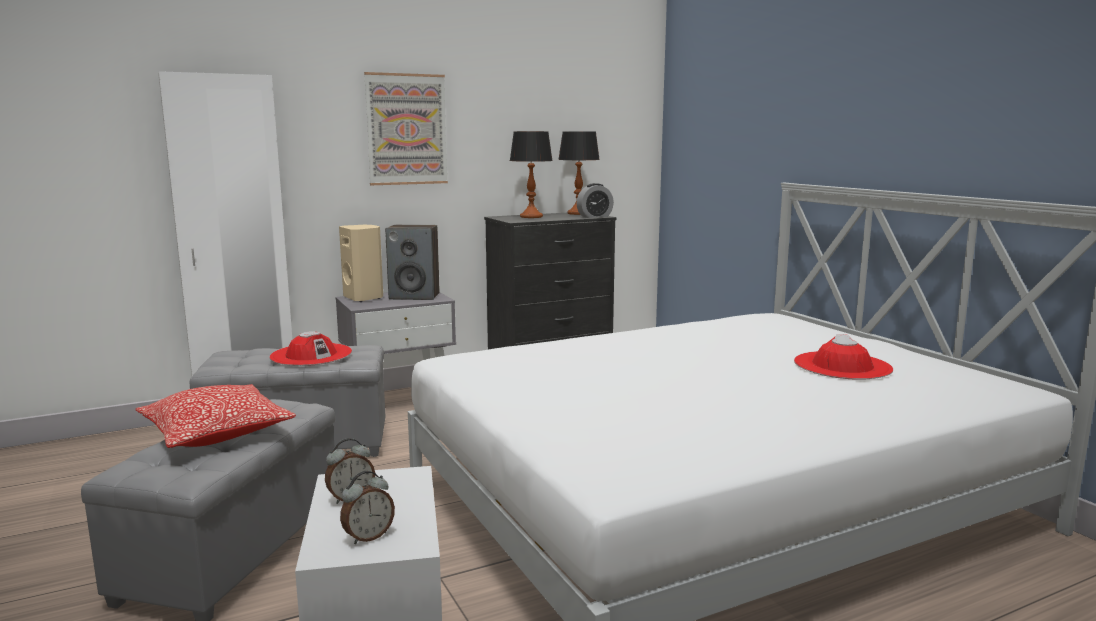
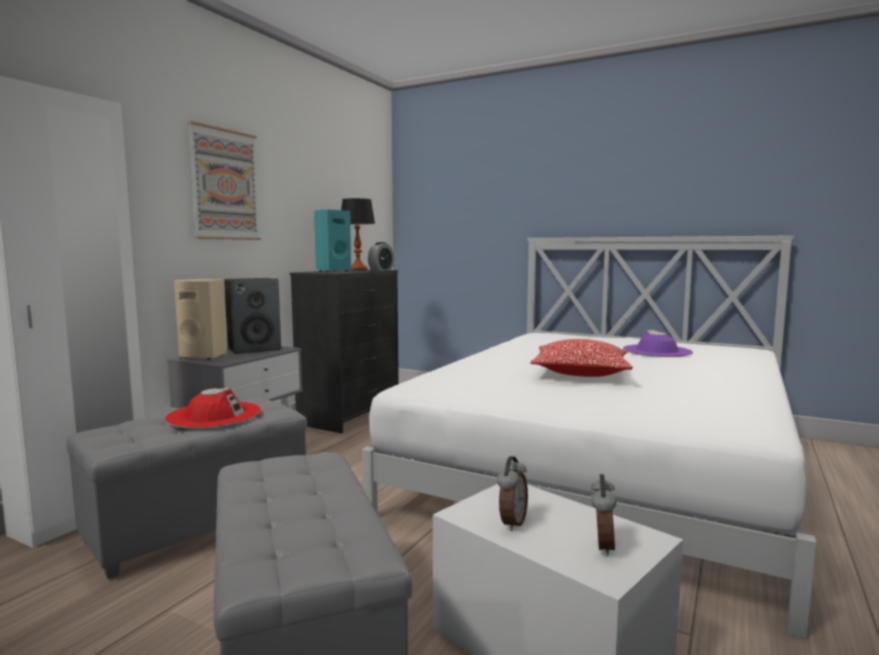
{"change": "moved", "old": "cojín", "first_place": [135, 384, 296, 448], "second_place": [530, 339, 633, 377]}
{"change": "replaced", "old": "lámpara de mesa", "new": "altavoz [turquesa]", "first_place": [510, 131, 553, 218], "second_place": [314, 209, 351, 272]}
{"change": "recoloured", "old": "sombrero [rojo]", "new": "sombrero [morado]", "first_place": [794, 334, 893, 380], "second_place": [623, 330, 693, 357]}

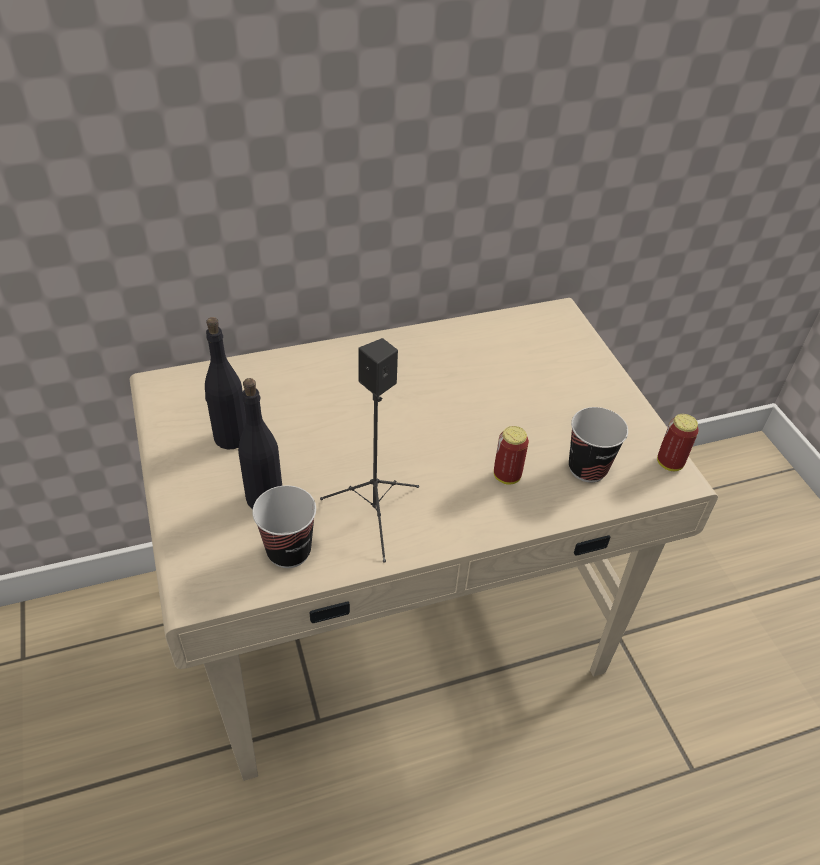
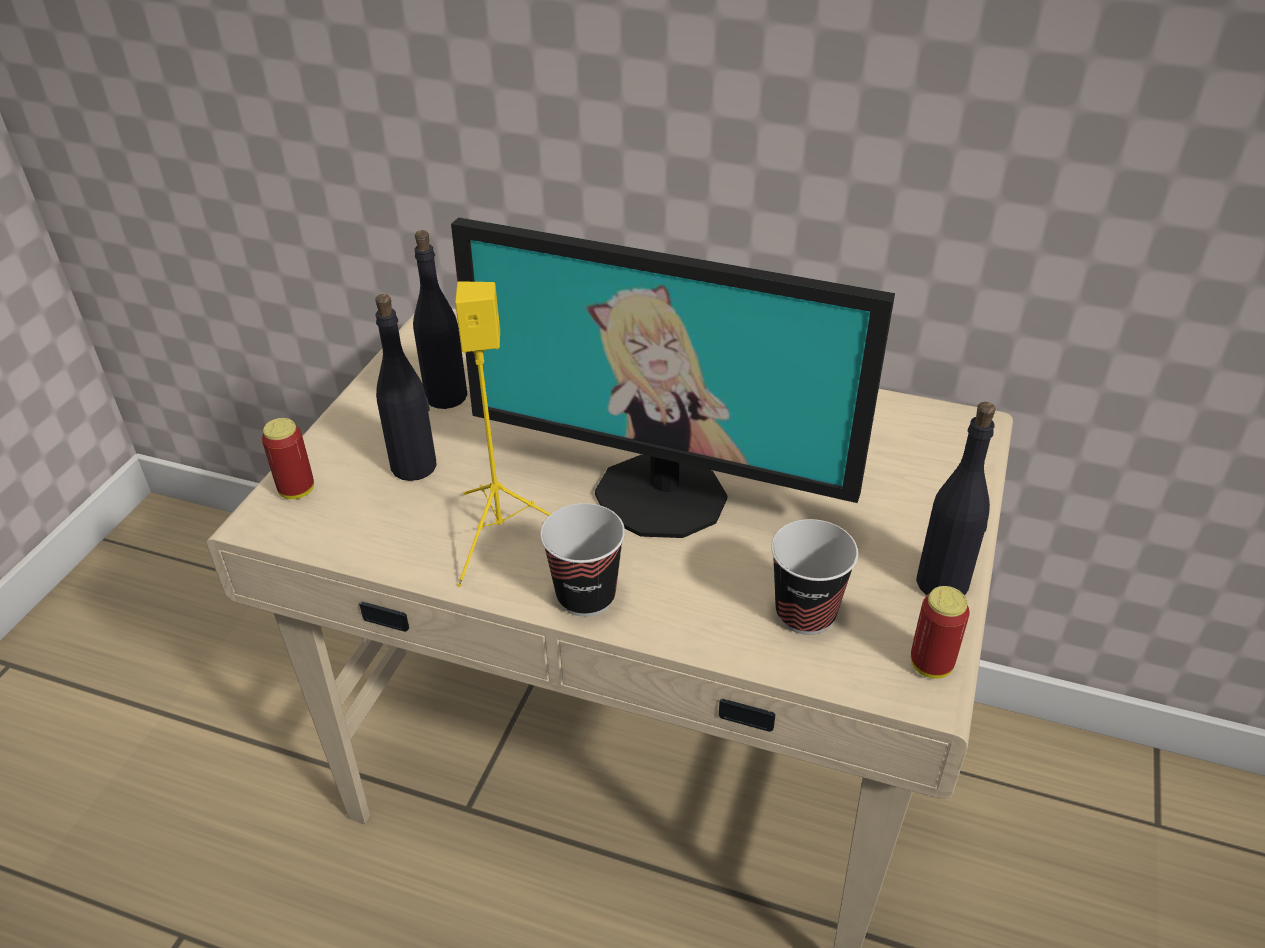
{"change": "moved", "old": "taza", "first_place": [252, 485, 316, 568], "second_place": [540, 503, 625, 617]}
{"change": "recoloured", "old": "altavoz [negro]", "new": "altavoz [amarillo]", "first_place": [320, 338, 419, 563], "second_place": [455, 281, 551, 587]}
{"change": "moved", "old": "lata", "first_place": [494, 426, 529, 485], "second_place": [262, 418, 314, 499]}
{"change": "added", "new": "monitor", "second_place": [451, 217, 895, 538]}
{"change": "added", "new": "botella [negro]", "second_place": [916, 402, 996, 596]}

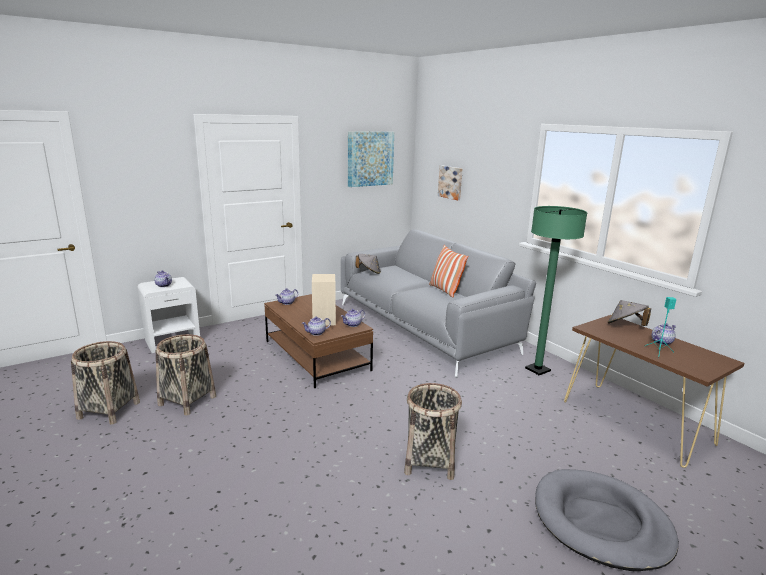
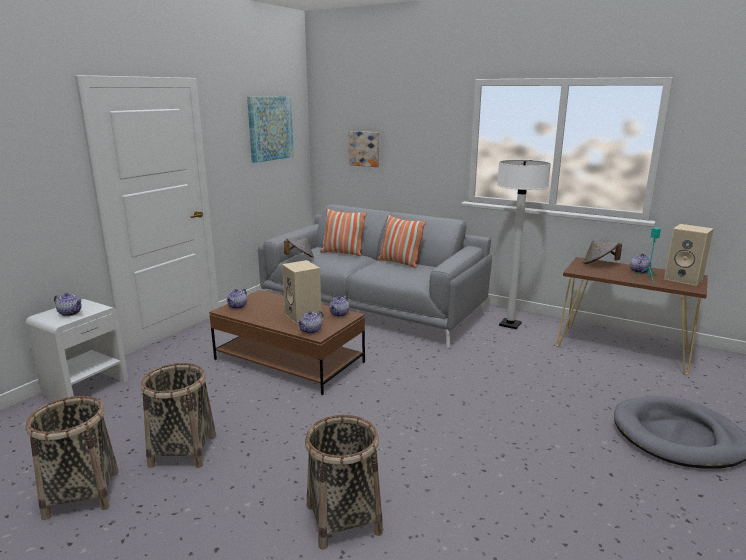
{"change": "moved", "old": "cesta", "first_place": [404, 383, 462, 480], "second_place": [305, 415, 383, 550]}
{"change": "recoloured", "old": "lámpara de pie [verde]", "new": "lámpara de pie [blanco]", "first_place": [525, 206, 587, 375], "second_place": [497, 159, 551, 329]}
{"change": "added", "new": "cojín", "second_place": [320, 208, 367, 256]}
{"change": "added", "new": "altavoz [beis]", "second_place": [664, 224, 714, 286]}

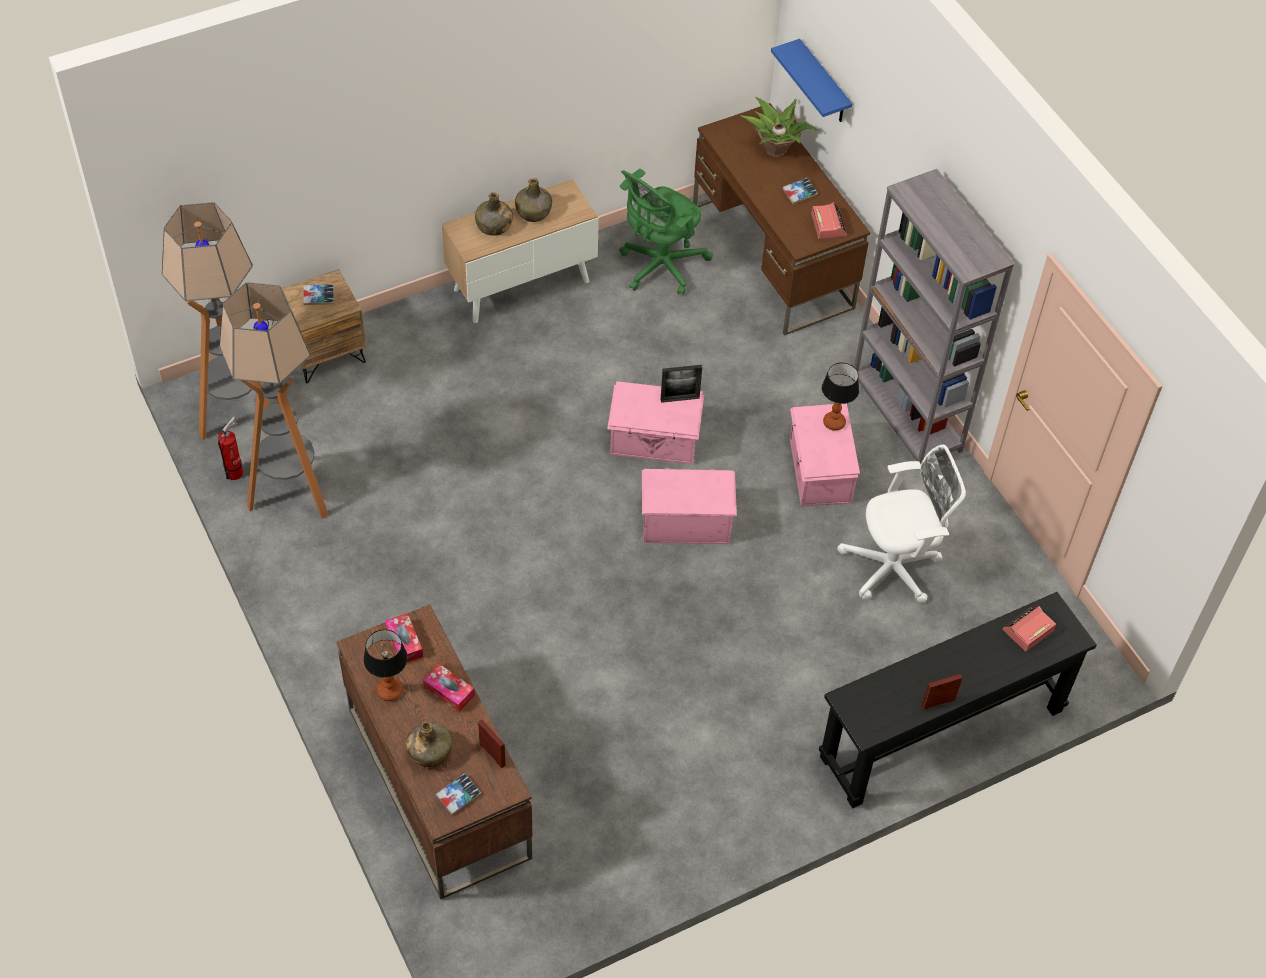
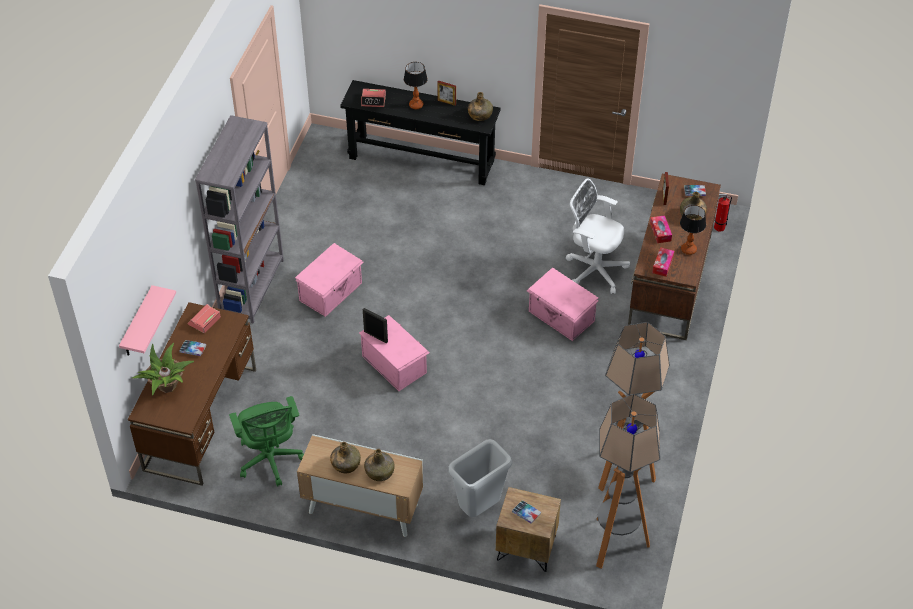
{"change": "moved", "old": "extintor", "first_place": [218, 417, 243, 480], "second_place": [714, 194, 732, 232]}
{"change": "turned", "old": "silla de oficina [verde]", "first_place": [619, 169, 713, 295], "second_place": [229, 396, 304, 486], "degrees": 75}
{"change": "moved", "old": "caja de almacenaje [rosa]", "first_place": [642, 468, 737, 545], "second_place": [527, 267, 599, 341]}
{"change": "recoloured", "old": "estante [azul]", "new": "estante [rosa]", "first_place": [771, 39, 852, 122], "second_place": [119, 285, 176, 356]}
{"change": "moved", "old": "lámpara de mesa", "first_place": [822, 363, 859, 431], "second_place": [404, 62, 428, 109]}
{"change": "moved", "old": "silla de oficina [blanco]", "first_place": [837, 445, 966, 603], "second_place": [566, 178, 630, 294]}
{"change": "added", "new": "papelera [gris]", "second_place": [449, 439, 512, 517]}
{"change": "added", "new": "botella [verde]", "second_place": [468, 92, 493, 121]}

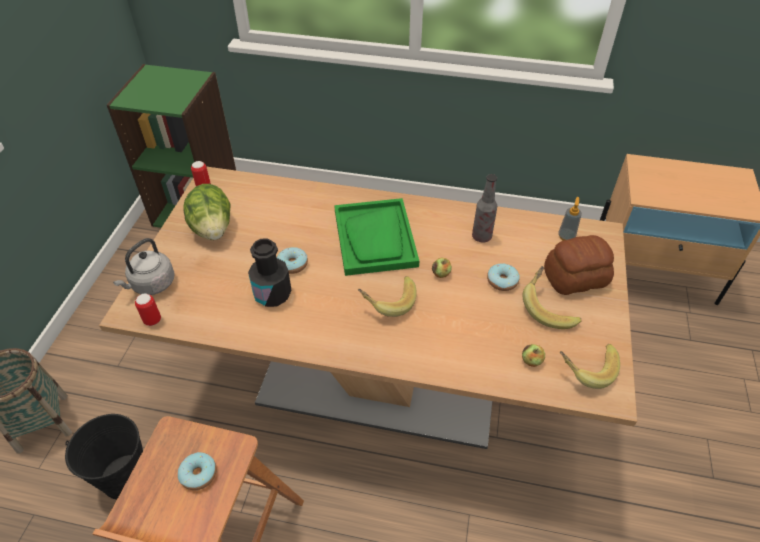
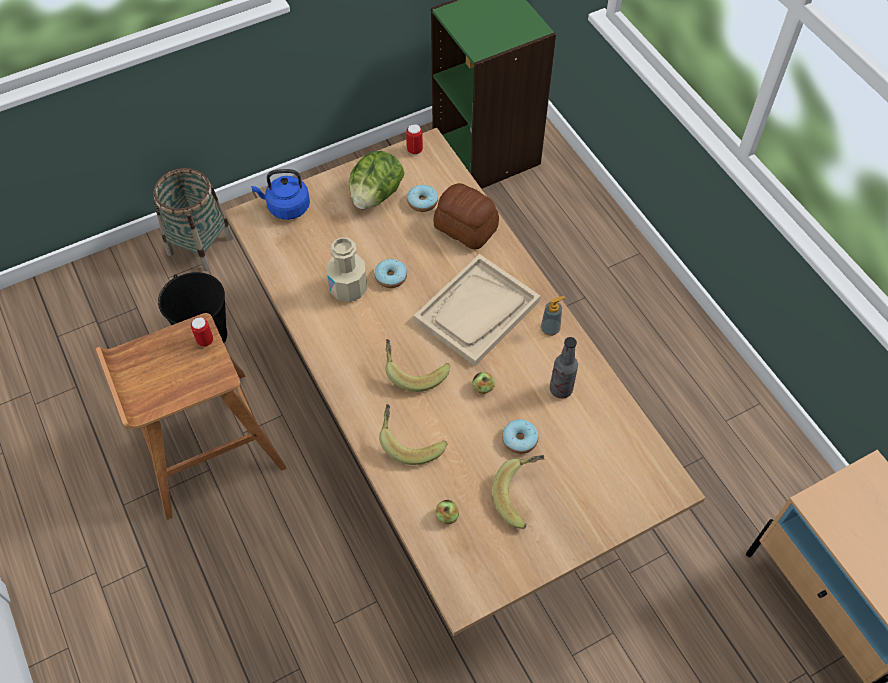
{"change": "recoloured", "old": "hervidor [gris]", "new": "hervidor [azul]", "first_place": [113, 238, 175, 295], "second_place": [251, 169, 310, 220]}
{"change": "moved", "old": "lata", "first_place": [135, 293, 161, 326], "second_place": [191, 317, 213, 347]}
{"change": "moved", "old": "rosquilla", "first_place": [178, 452, 217, 490], "second_place": [407, 185, 438, 212]}
{"change": "recoloured", "old": "botella [negro]", "new": "botella [beis]", "first_place": [248, 238, 292, 307], "second_place": [326, 237, 367, 302]}
{"change": "recoloured", "old": "bandeja [verde]", "new": "bandeja [beis]", "first_place": [334, 198, 419, 276], "second_place": [414, 254, 541, 366]}
{"change": "moved", "old": "pan", "first_place": [544, 235, 614, 295], "second_place": [433, 183, 499, 249]}
{"change": "moved", "old": "dispensador de jabón", "first_place": [558, 197, 582, 241], "second_place": [541, 296, 565, 336]}
{"change": "moved", "old": "plátano", "first_place": [560, 344, 620, 389], "second_place": [379, 404, 448, 465]}

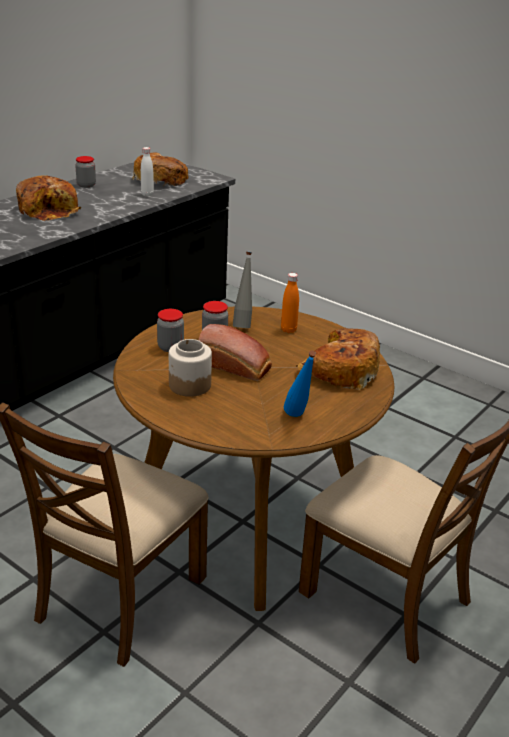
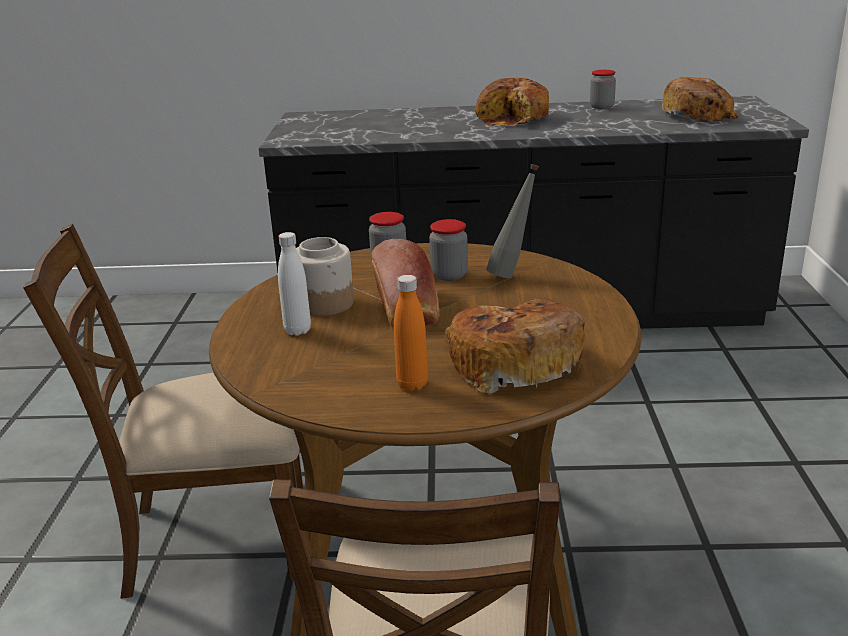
{"change": "moved", "old": "botella [blanco]", "first_place": [141, 147, 154, 196], "second_place": [278, 232, 311, 336]}
{"change": "moved", "old": "botella [naranja]", "first_place": [281, 273, 299, 333], "second_place": [394, 275, 428, 391]}
{"change": "removed", "old": "botella [azul]", "first_place": [284, 351, 316, 417]}

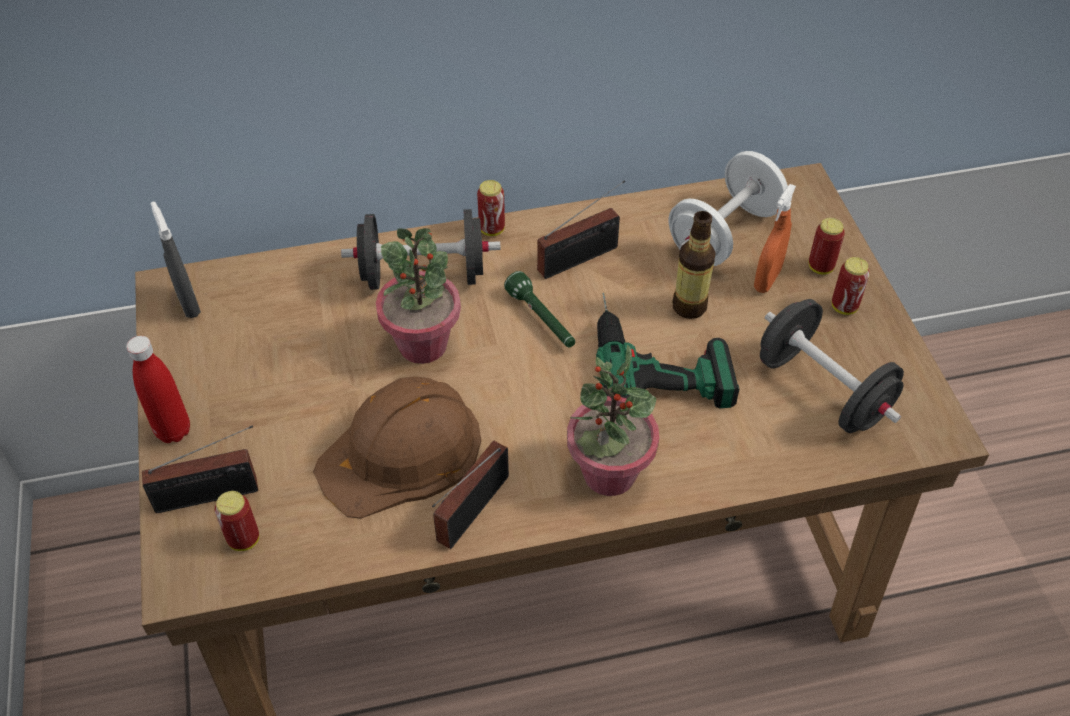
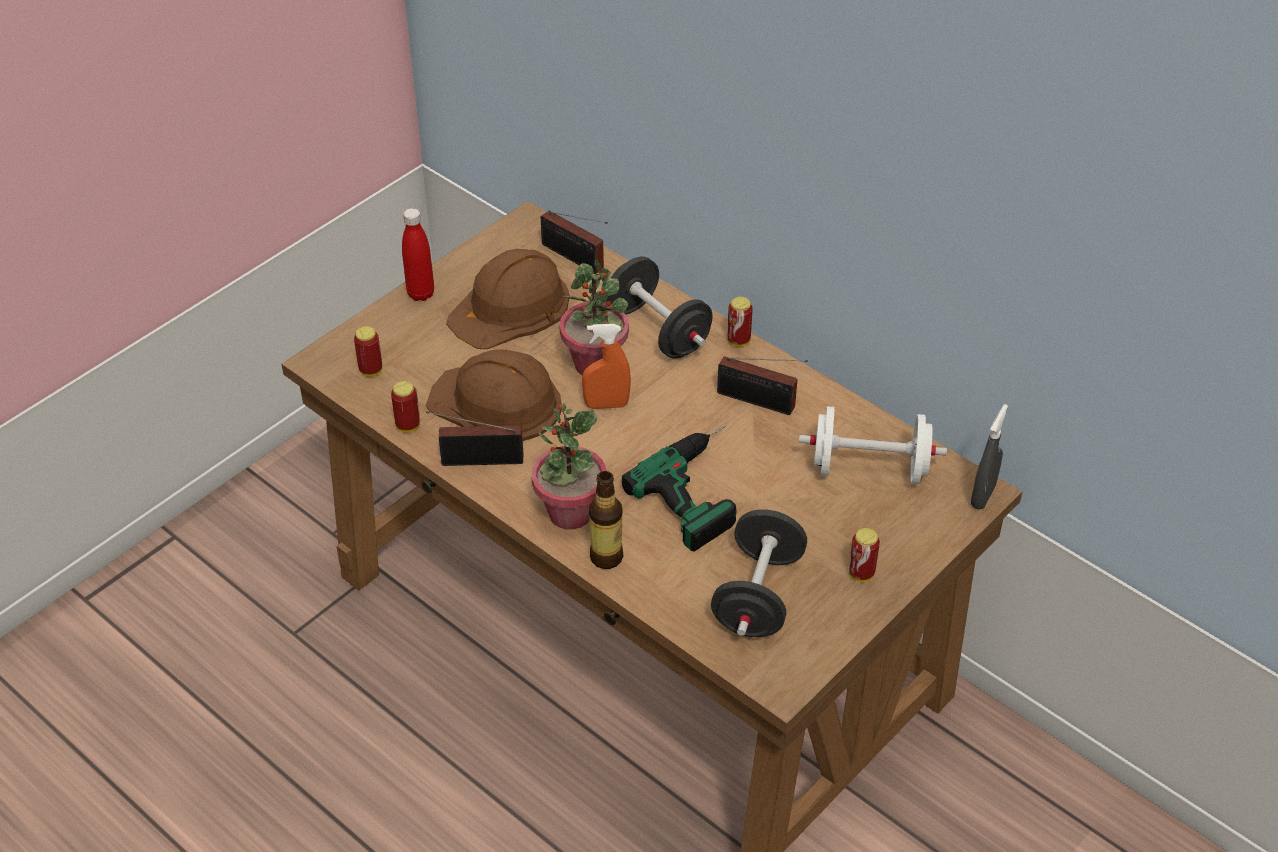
{"change": "moved", "old": "radio", "first_place": [142, 425, 258, 513], "second_place": [541, 211, 608, 274]}
{"change": "moved", "old": "pulverizador [gris]", "first_place": [150, 201, 201, 318], "second_place": [971, 404, 1008, 510]}
{"change": "removed", "old": "linterna [verde]", "first_place": [504, 271, 575, 347]}
{"change": "moved", "old": "botella", "first_place": [672, 211, 716, 319], "second_place": [589, 471, 623, 569]}
{"change": "moved", "old": "pulverizador [naranja]", "first_place": [754, 184, 796, 293], "second_place": [582, 324, 631, 409]}
{"change": "moved", "old": "lata", "first_place": [809, 218, 845, 275], "second_place": [391, 381, 420, 432]}
{"change": "added", "new": "casco [marrón]", "second_place": [446, 249, 569, 349]}

